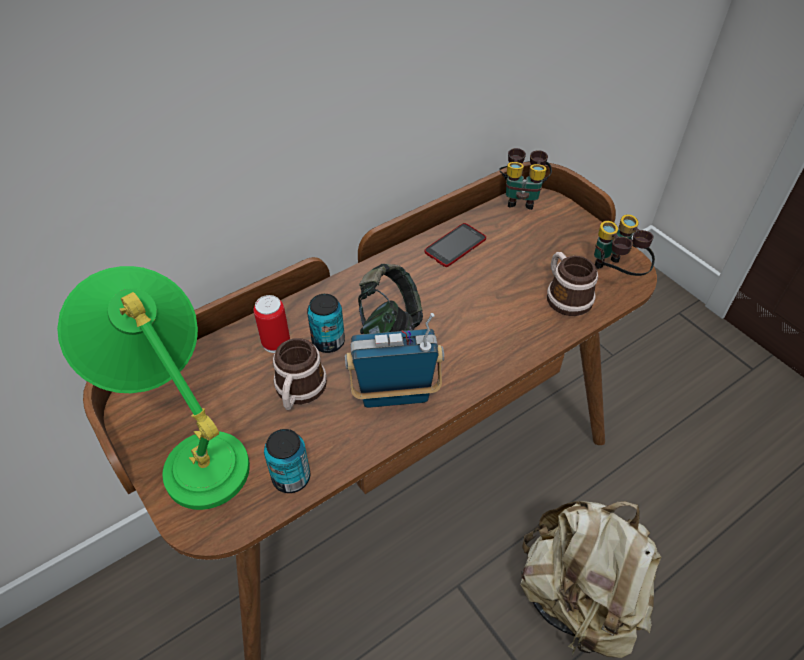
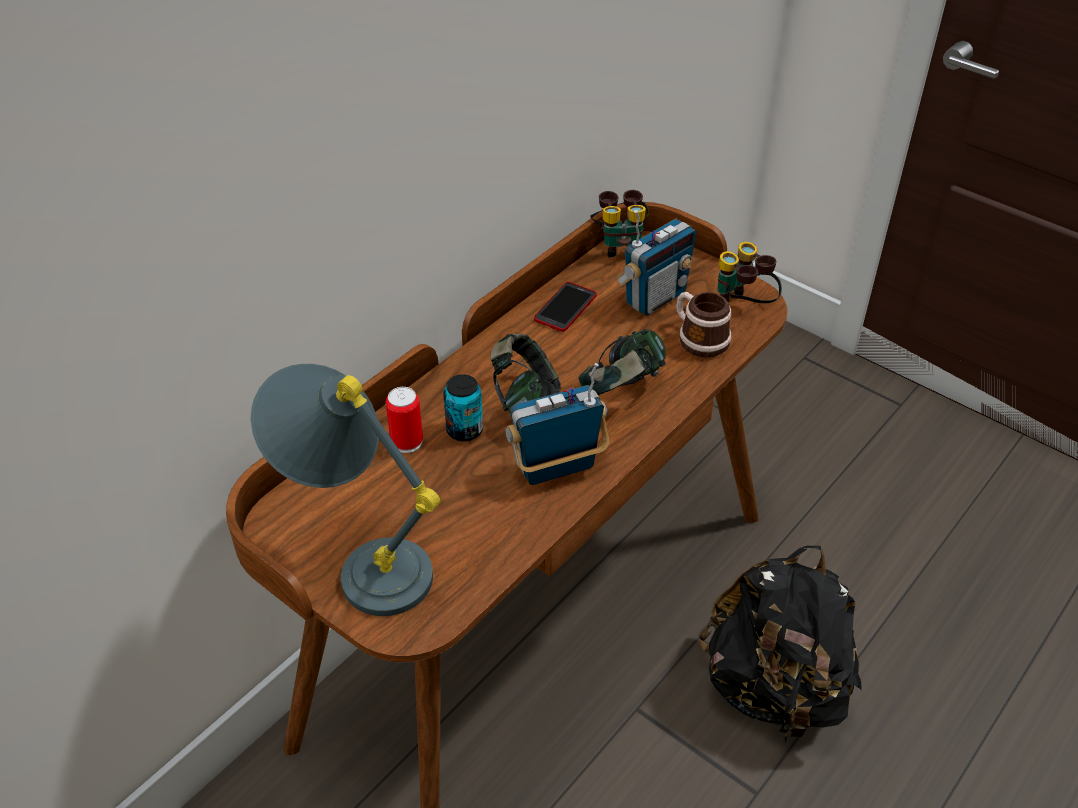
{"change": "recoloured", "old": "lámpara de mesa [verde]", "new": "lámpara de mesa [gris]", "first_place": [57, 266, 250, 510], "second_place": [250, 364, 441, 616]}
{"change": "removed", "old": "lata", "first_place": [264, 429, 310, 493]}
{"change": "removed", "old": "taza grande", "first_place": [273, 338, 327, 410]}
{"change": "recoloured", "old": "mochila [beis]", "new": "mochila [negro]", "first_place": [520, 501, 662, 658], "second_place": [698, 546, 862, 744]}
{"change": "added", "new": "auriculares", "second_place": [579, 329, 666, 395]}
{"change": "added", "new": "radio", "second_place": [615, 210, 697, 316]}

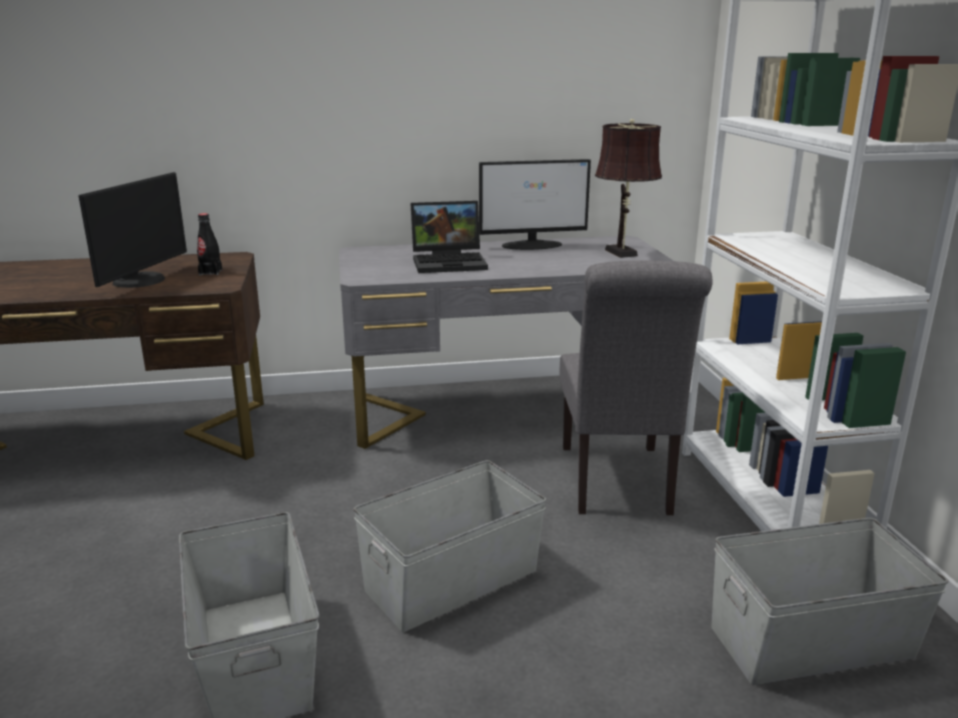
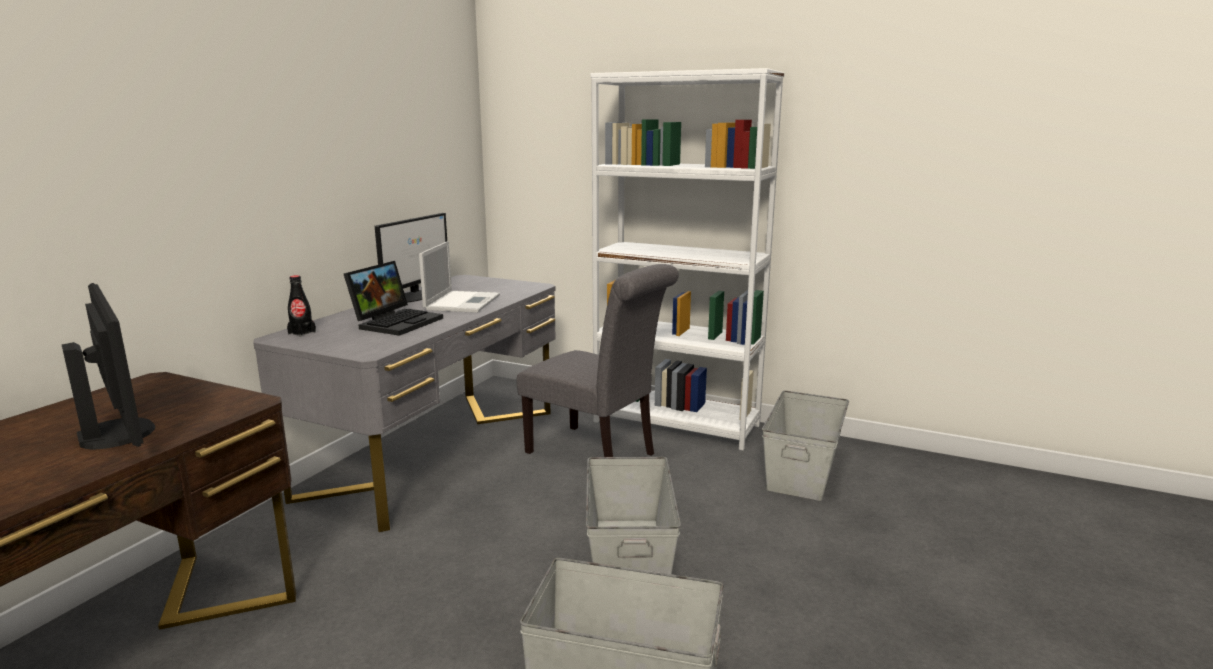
{"change": "moved", "old": "botella [negro]", "first_place": [197, 213, 222, 275], "second_place": [287, 275, 316, 337]}
{"change": "removed", "old": "lámpara de mesa [marrón]", "first_place": [595, 119, 662, 258]}
{"change": "added", "new": "portátil", "second_place": [419, 241, 500, 313]}

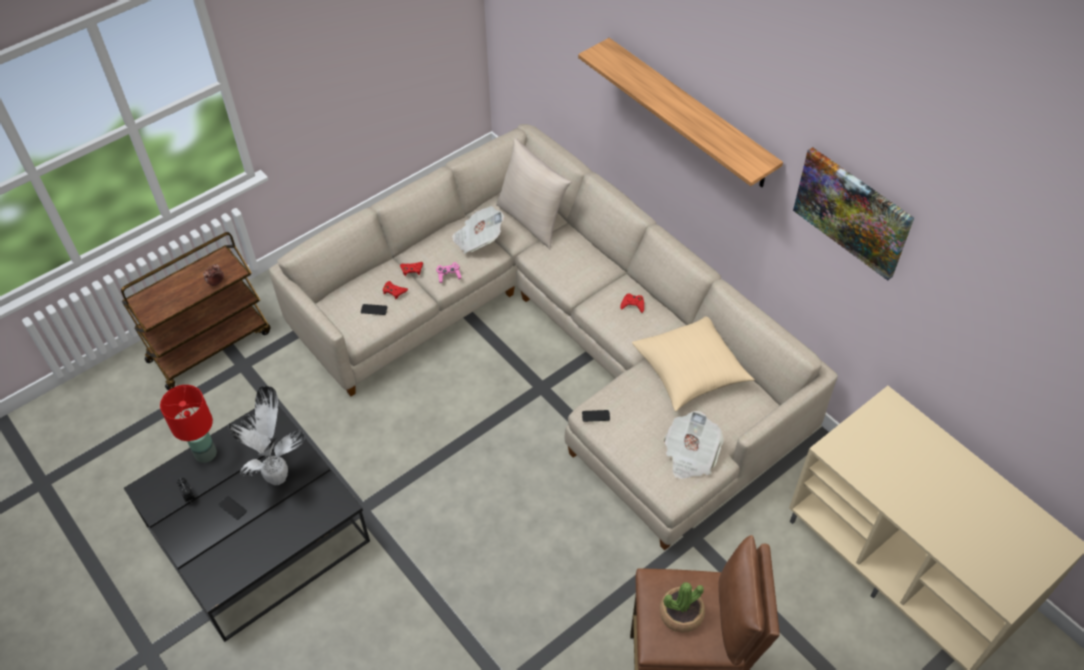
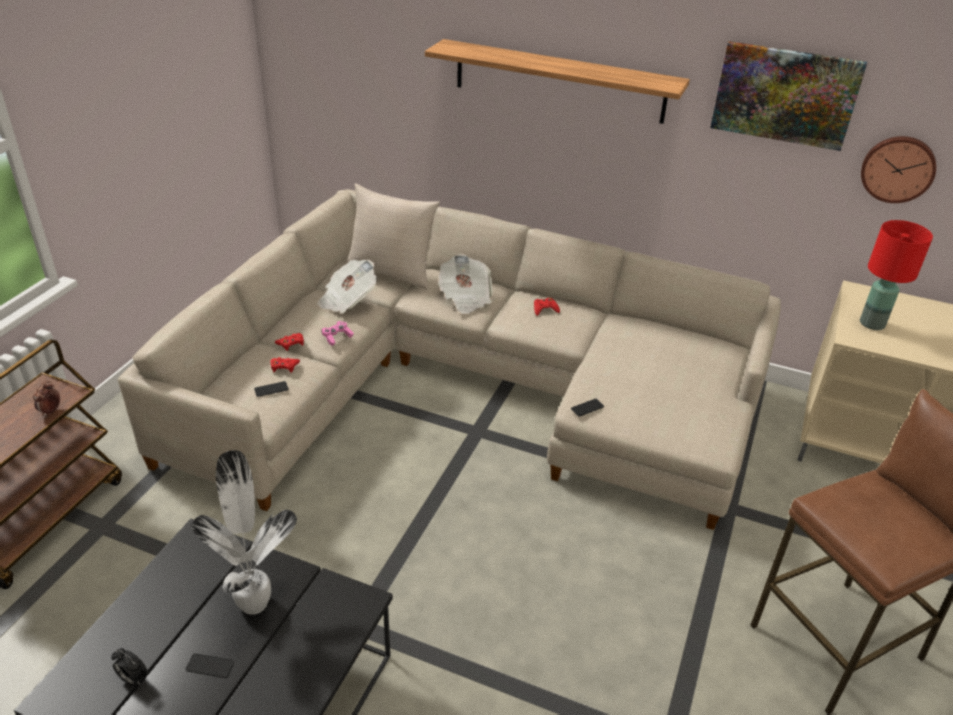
{"change": "moved", "old": "lámpara de mesa [rojo]", "first_place": [160, 385, 217, 463], "second_place": [860, 220, 933, 330]}
{"change": "removed", "old": "cojín [beis]", "first_place": [632, 316, 755, 412]}
{"change": "removed", "old": "planta en maceta", "first_place": [660, 582, 705, 633]}
{"change": "moved", "old": "periódico", "first_place": [664, 411, 724, 479], "second_place": [438, 254, 492, 314]}
{"change": "added", "new": "reloj de pared", "second_place": [861, 136, 936, 203]}

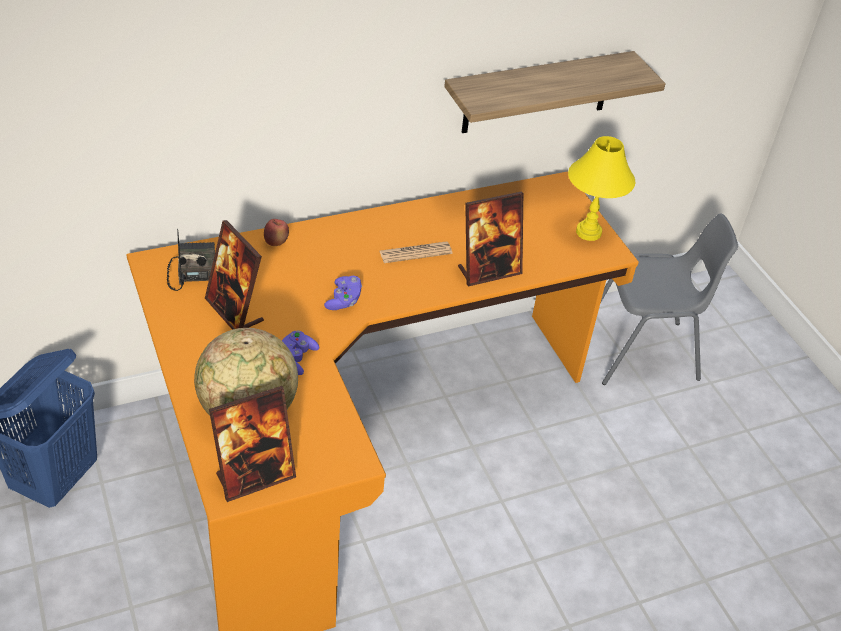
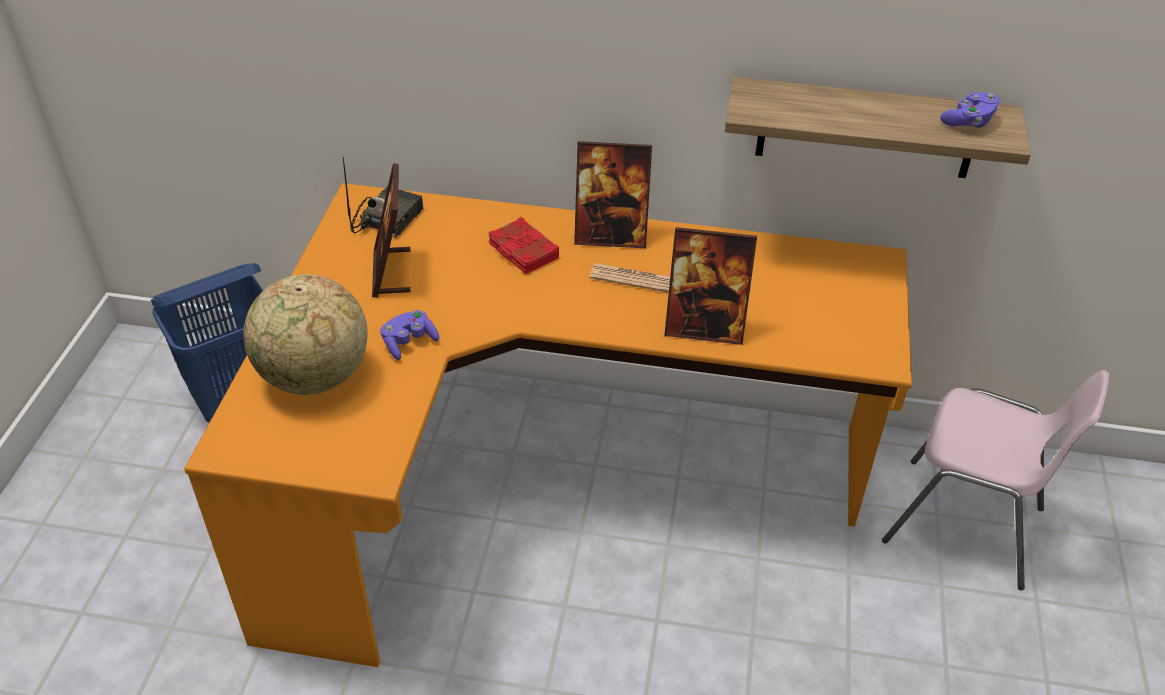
{"change": "moved", "old": "portarretratos", "first_place": [209, 386, 296, 502], "second_place": [574, 141, 652, 248]}
{"change": "removed", "old": "manzana", "first_place": [264, 219, 289, 246]}
{"change": "moved", "old": "mando de consola [morado]", "first_place": [324, 276, 362, 310], "second_place": [940, 92, 1000, 128]}
{"change": "removed", "old": "lámpara de mesa [amarillo]", "first_place": [568, 136, 635, 241]}
{"change": "recoloured", "old": "silla [gris]", "new": "silla [rosa]", "first_place": [601, 213, 738, 385], "second_place": [882, 370, 1109, 590]}
{"change": "added", "new": "libro [rojo]", "second_place": [489, 217, 559, 274]}

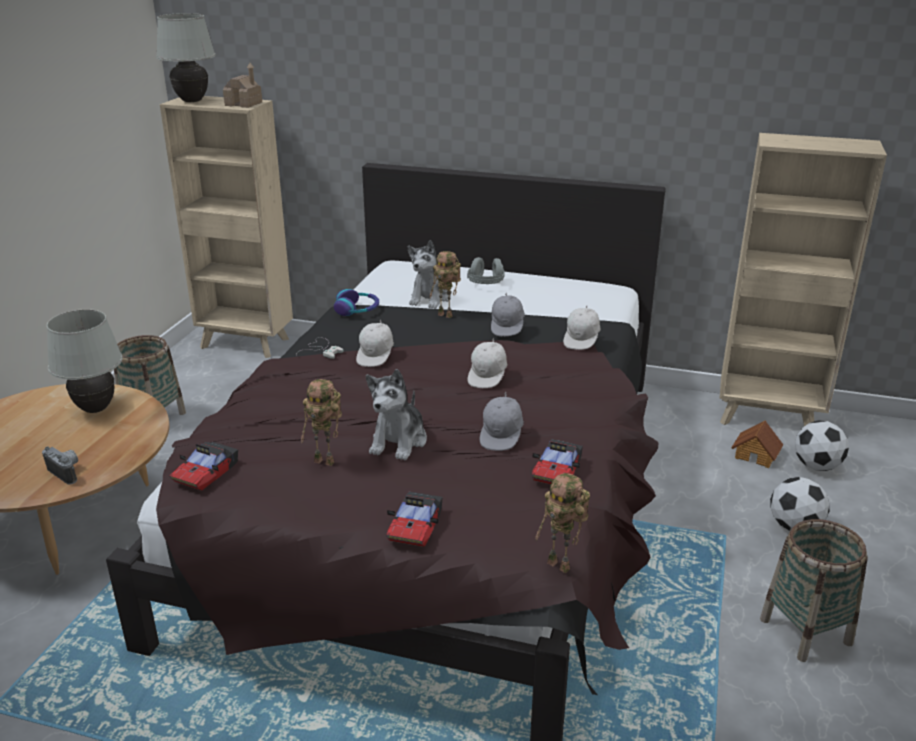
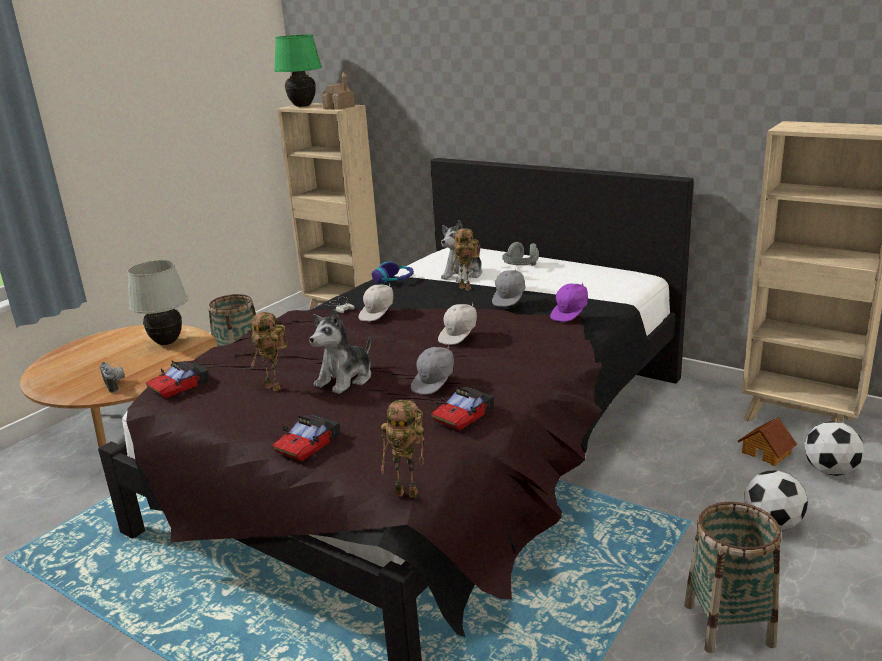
{"change": "recoloured", "old": "lámpara de mesa [blanco]", "new": "lámpara de mesa [verde]", "first_place": [156, 13, 216, 102], "second_place": [274, 34, 322, 107]}
{"change": "turned", "old": "robot de juguete", "first_place": [535, 473, 590, 573], "second_place": [381, 400, 424, 498], "degrees": -45}
{"change": "recoloured", "old": "gorra [blanco]", "new": "gorra [morado]", "first_place": [563, 306, 601, 350], "second_place": [550, 282, 588, 322]}

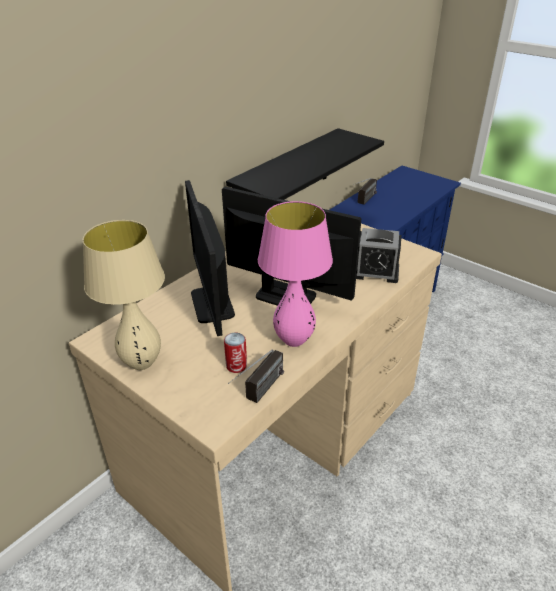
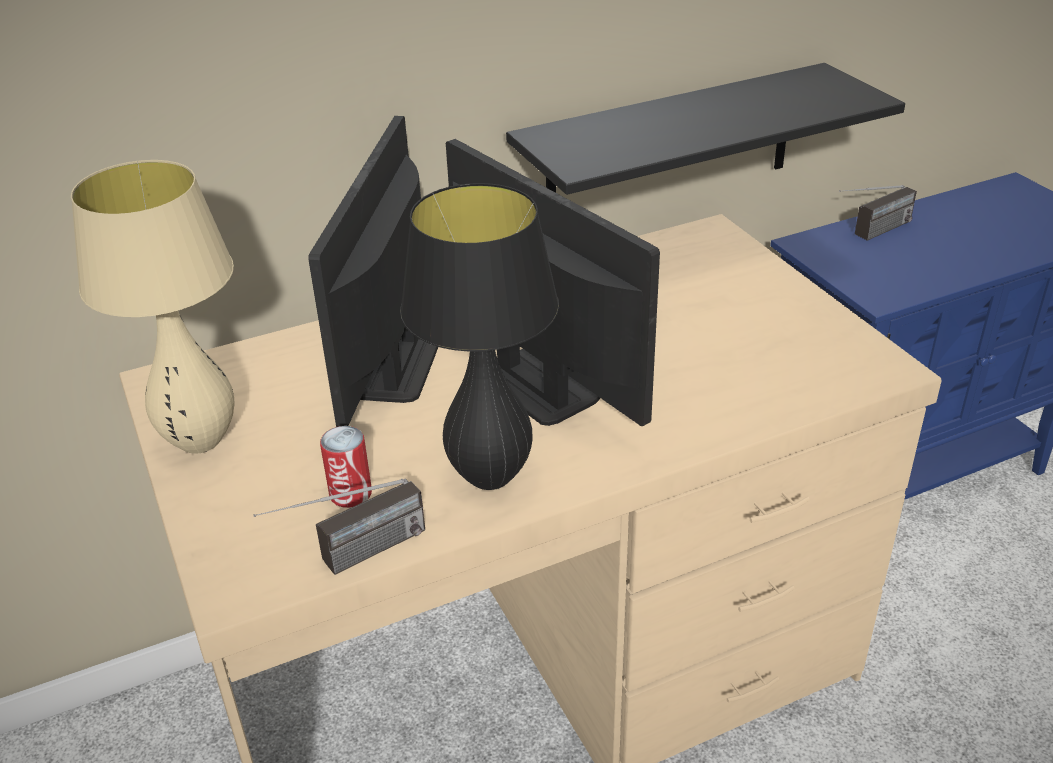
{"change": "recoloured", "old": "lámpara de mesa [rosa]", "new": "lámpara de mesa [negro]", "first_place": [258, 201, 333, 347], "second_place": [400, 183, 559, 490]}
{"change": "removed", "old": "despertador", "first_place": [356, 228, 401, 283]}

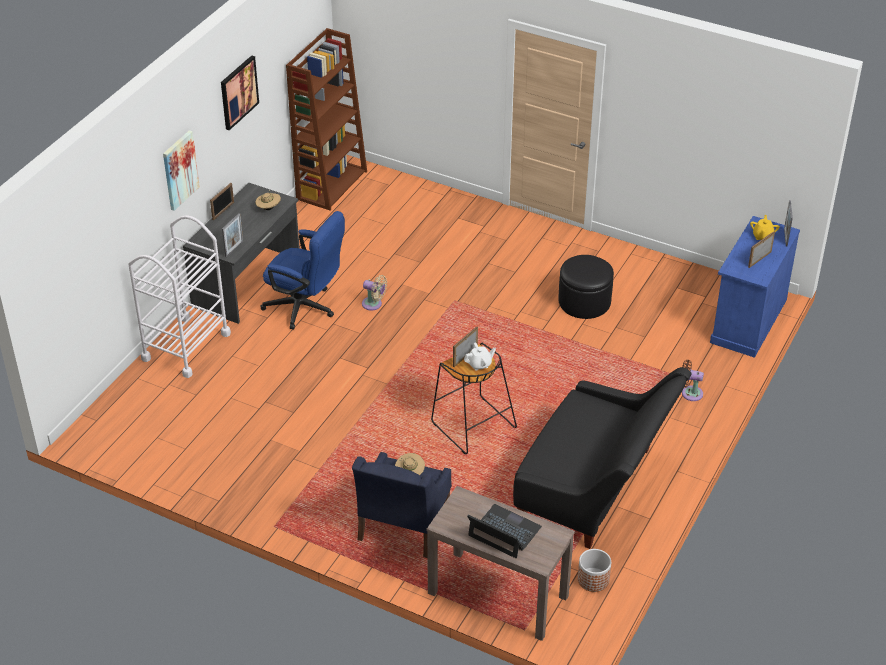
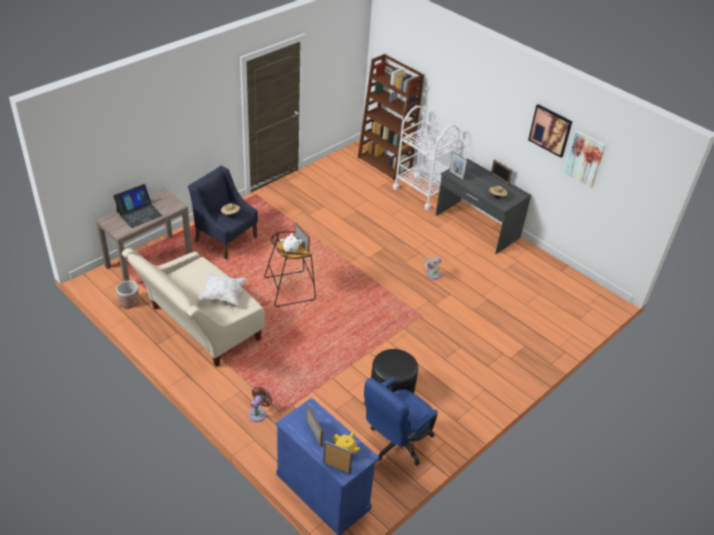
{"change": "moved", "old": "cuadro", "first_place": [163, 130, 200, 211], "second_place": [564, 131, 606, 188]}
{"change": "moved", "old": "silla de oficina [azul]", "first_place": [260, 211, 345, 329], "second_place": [363, 377, 438, 466]}
{"change": "moved", "old": "estantería [marrón]", "first_place": [286, 28, 367, 210], "second_place": [358, 54, 424, 181]}
{"change": "recoloured", "old": "sofá [negro]", "new": "sofá [beis]", "first_place": [513, 367, 692, 549], "second_place": [122, 248, 264, 367]}
{"change": "added", "new": "cojín [blanco]", "second_place": [198, 273, 247, 305]}

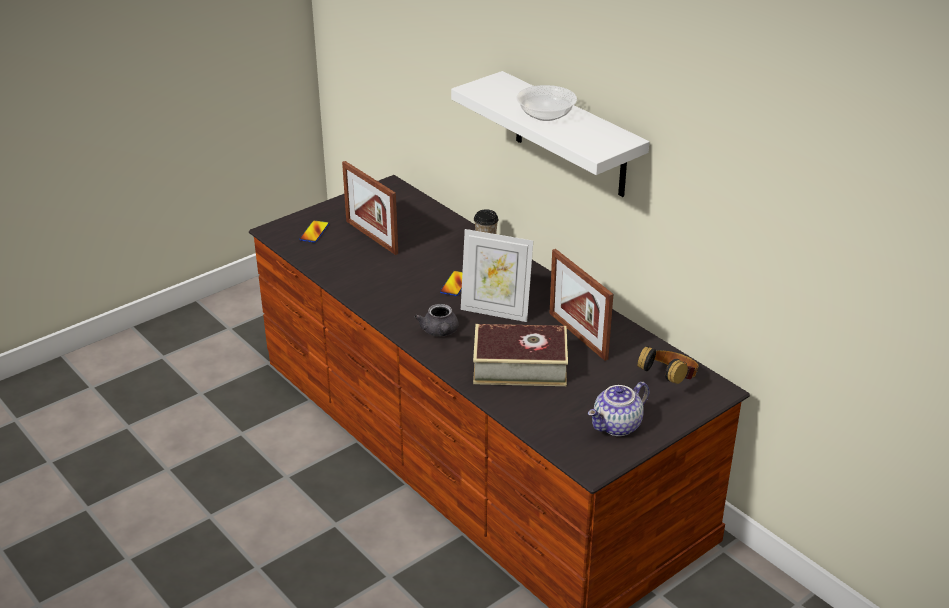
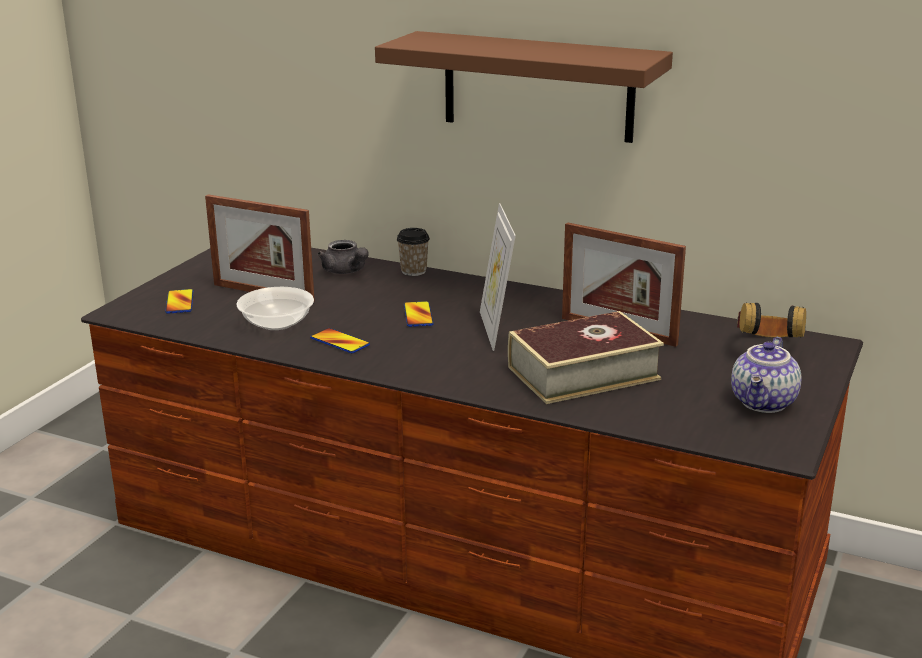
{"change": "moved", "old": "tetera [gris]", "first_place": [414, 304, 459, 336], "second_place": [317, 240, 369, 274]}
{"change": "recoloured", "old": "estante [blanco]", "new": "estante [marrón]", "first_place": [451, 71, 649, 197], "second_place": [375, 31, 673, 143]}
{"change": "turned", "old": "portarretratos", "first_place": [461, 229, 533, 322], "second_place": [480, 203, 516, 351], "degrees": 90}
{"change": "moved", "old": "cuenco", "first_place": [516, 85, 577, 121], "second_place": [236, 287, 314, 330]}
{"change": "added", "new": "móvil", "second_place": [310, 328, 370, 353]}

